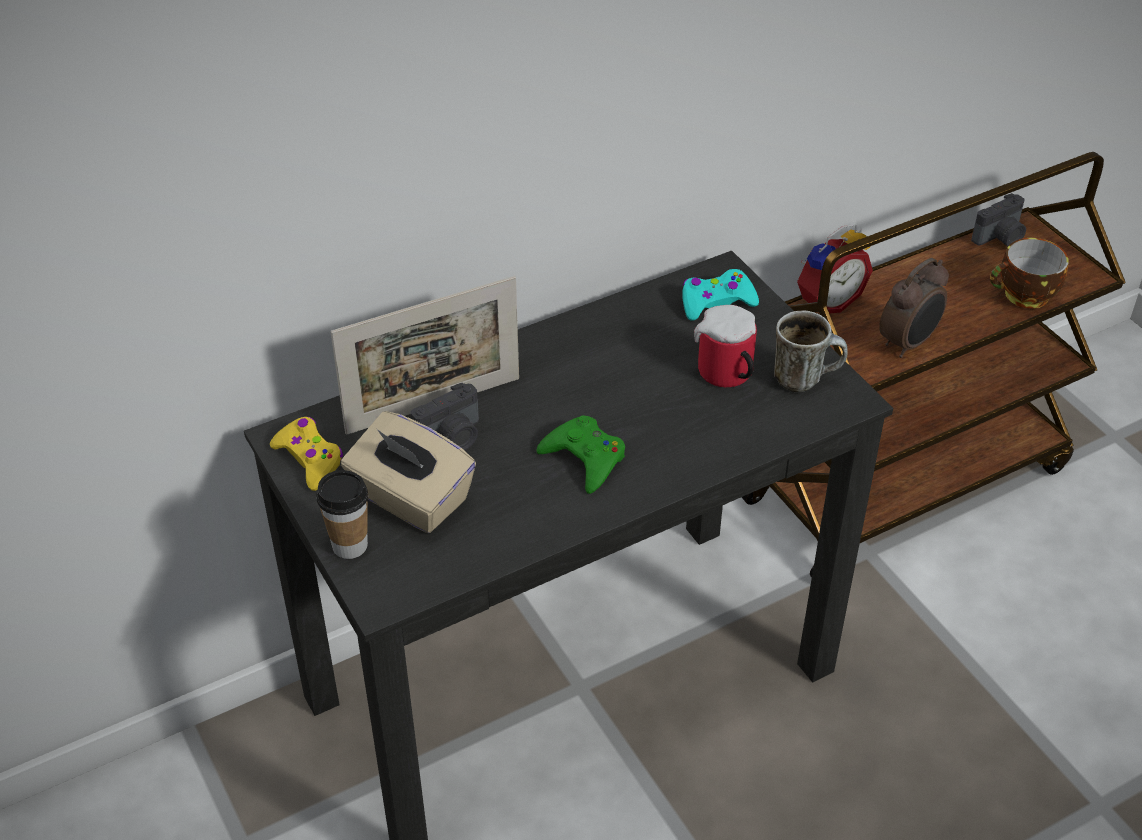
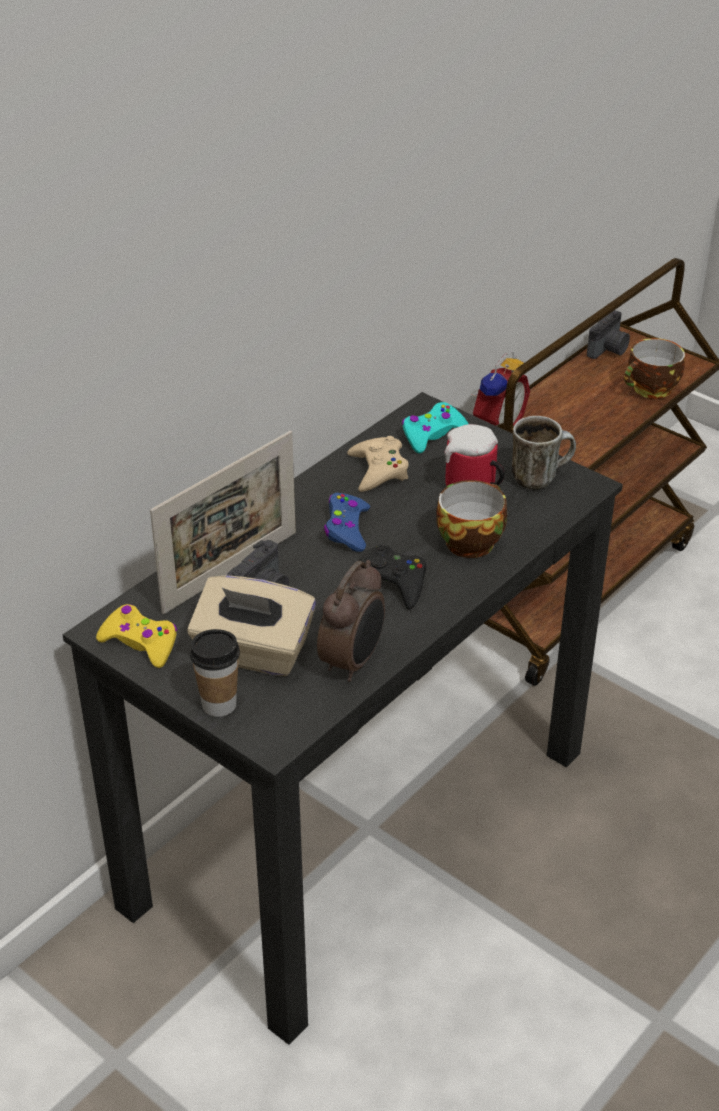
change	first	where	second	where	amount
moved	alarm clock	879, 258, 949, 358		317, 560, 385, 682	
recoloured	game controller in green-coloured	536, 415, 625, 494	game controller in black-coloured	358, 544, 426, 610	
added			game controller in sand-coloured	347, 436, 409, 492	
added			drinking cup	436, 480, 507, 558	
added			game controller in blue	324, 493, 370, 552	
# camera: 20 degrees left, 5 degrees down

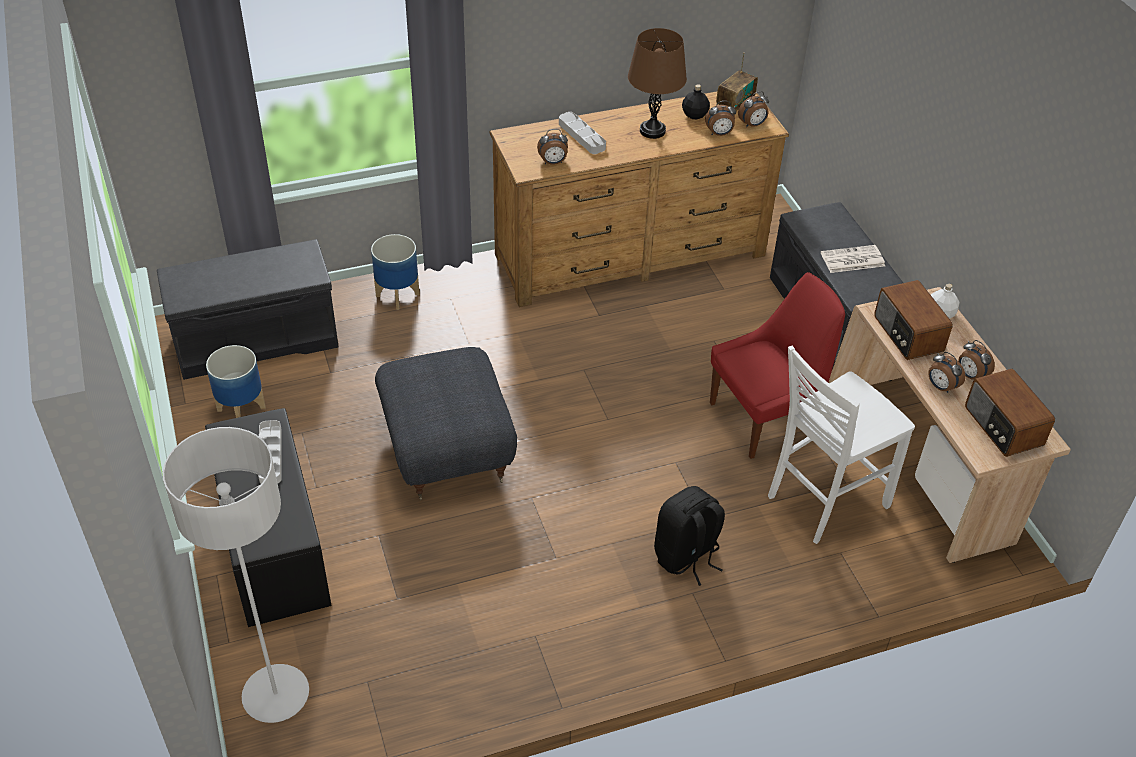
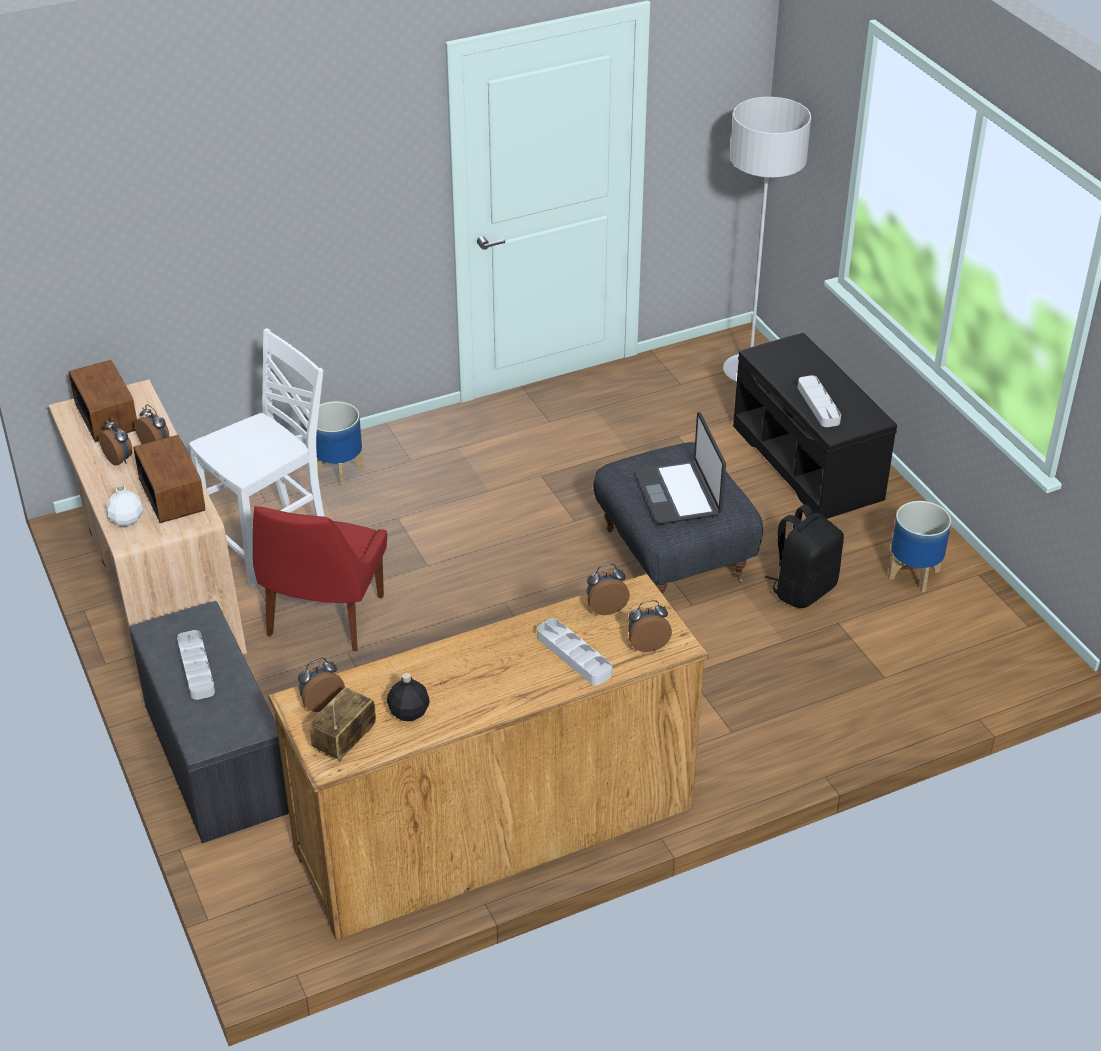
change	first	where	second	where	amount
removed	tabletop lamp in brownish	628, 28, 687, 139			
moved	alarm clock	705, 101, 736, 136		628, 600, 672, 652	
moved	flower pot	371, 234, 420, 310		316, 401, 364, 487	
removed	bench in gray	157, 239, 339, 380			
replaced	daily paper	821, 245, 885, 273	carrying tray in gray	177, 630, 215, 700	
turned	plain chair in red	710, 272, 845, 459		253, 506, 387, 651	45 degrees counterclockwise
moved	knapsack in black-coloured	654, 486, 725, 586		765, 504, 844, 608	
added			notebook computer	635, 412, 726, 524	
# camera: 175 degrees right, 5 degrees down

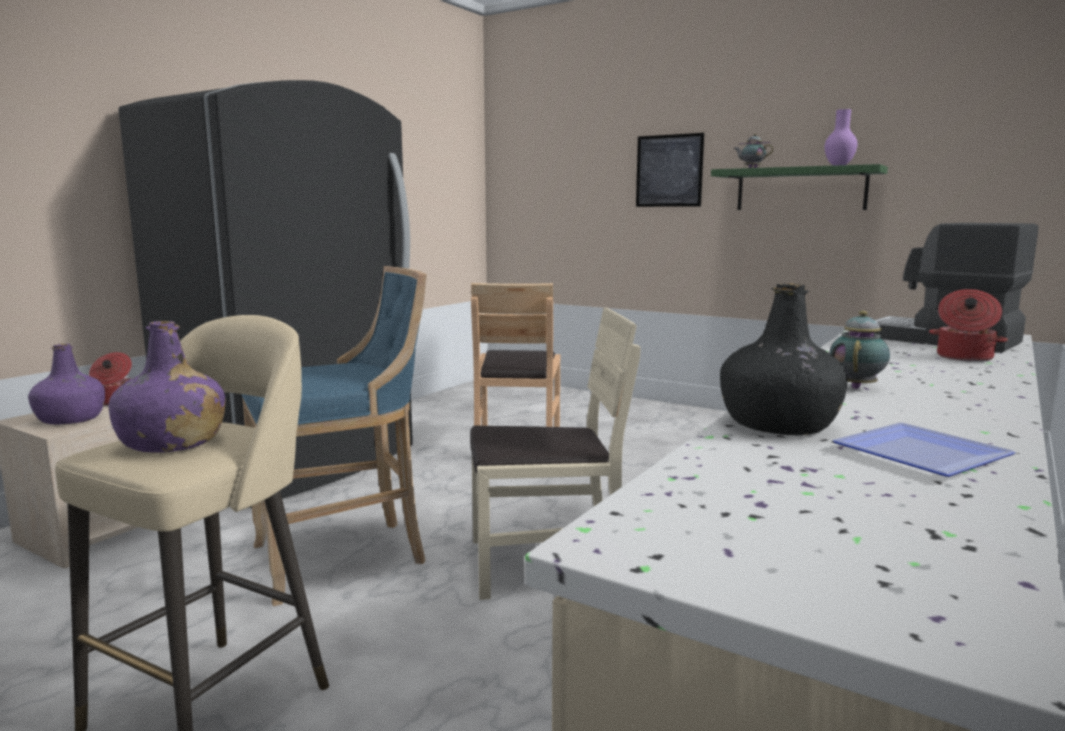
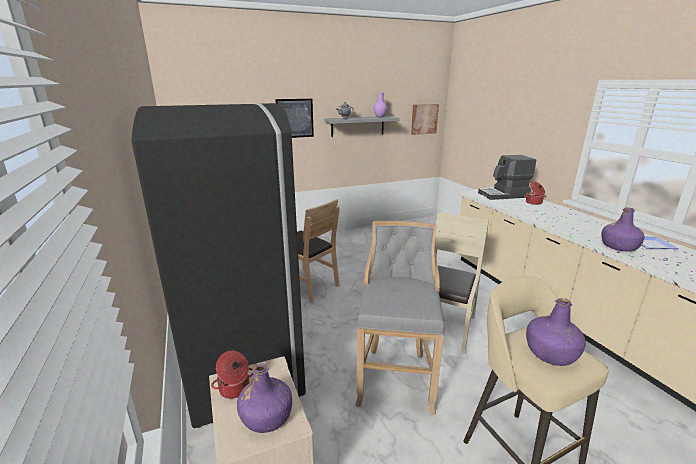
change	first	where	second	where	amount
recoloured	wall shelf in green-coloured	711, 164, 888, 210	wall shelf in gray	325, 116, 399, 137	
recoloured	stool in blue	242, 266, 427, 606	stool in gray	355, 221, 444, 415	
recoloured	beverage bottle in black-coloured	720, 283, 848, 435	beverage bottle in purple-coloured	602, 207, 644, 252	
removed	pot for tea	830, 311, 890, 389			
added			wall picture	411, 104, 439, 135	
# camera: 55 degrees left, 10 degrees up

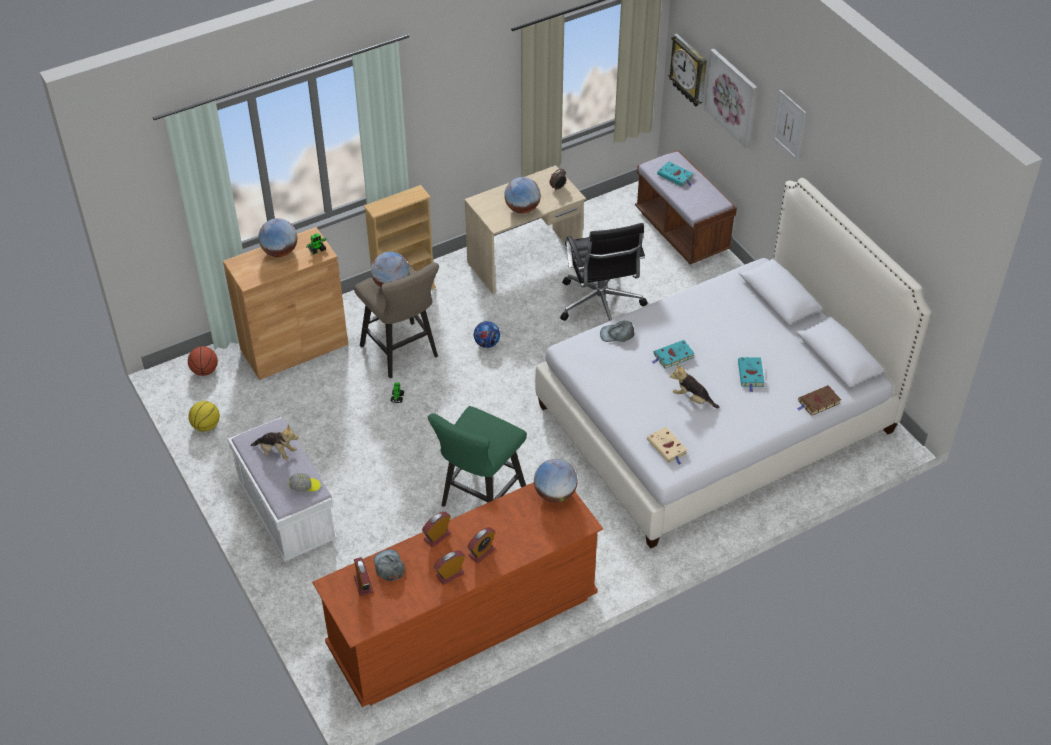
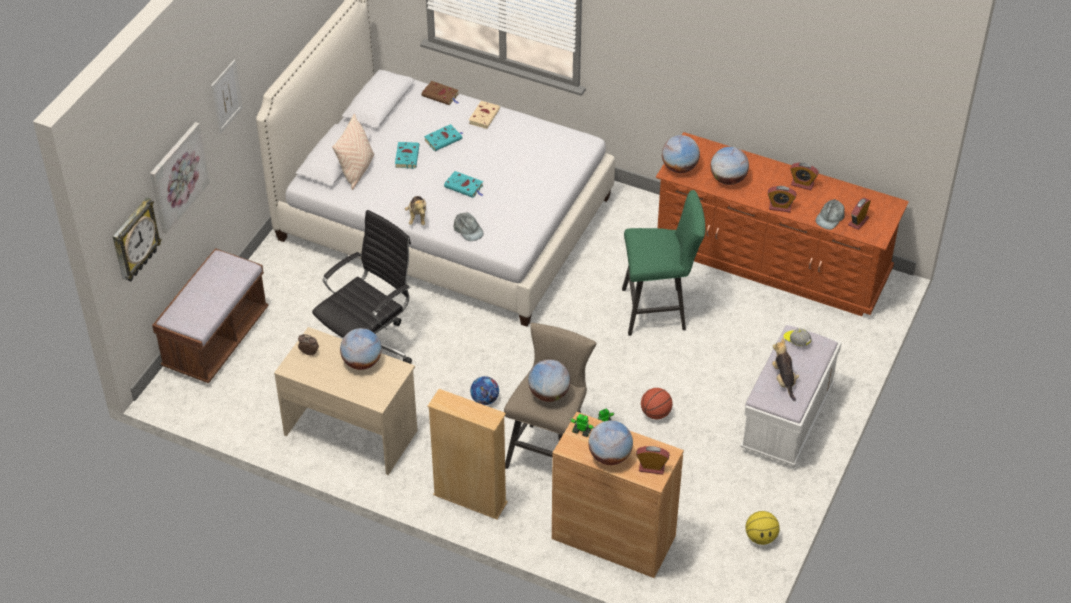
change	first	where	second	where	amount
moved	volume in turquoise	657, 161, 693, 187		395, 142, 419, 169	
moved	basketball	188, 346, 218, 376		641, 388, 673, 419	
moved	soft toy	670, 364, 719, 408		405, 196, 426, 225	
moved	volume in sand-coloured	647, 427, 687, 465		469, 101, 500, 129	
moved	alarm clock	467, 527, 495, 563		636, 446, 670, 475	
added			throw pillow in sand-coloured	332, 114, 374, 190	
added			desk globe	711, 147, 749, 185	
# camera: 125 degrees left, 0 degrees up

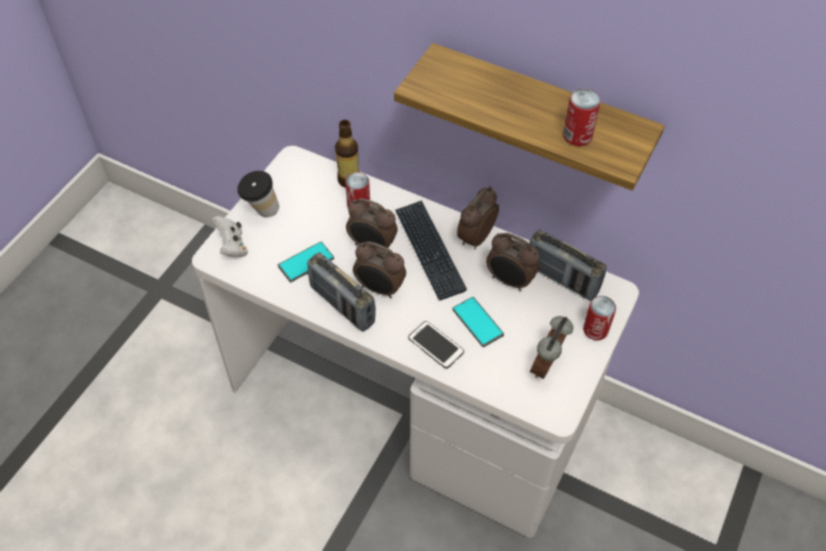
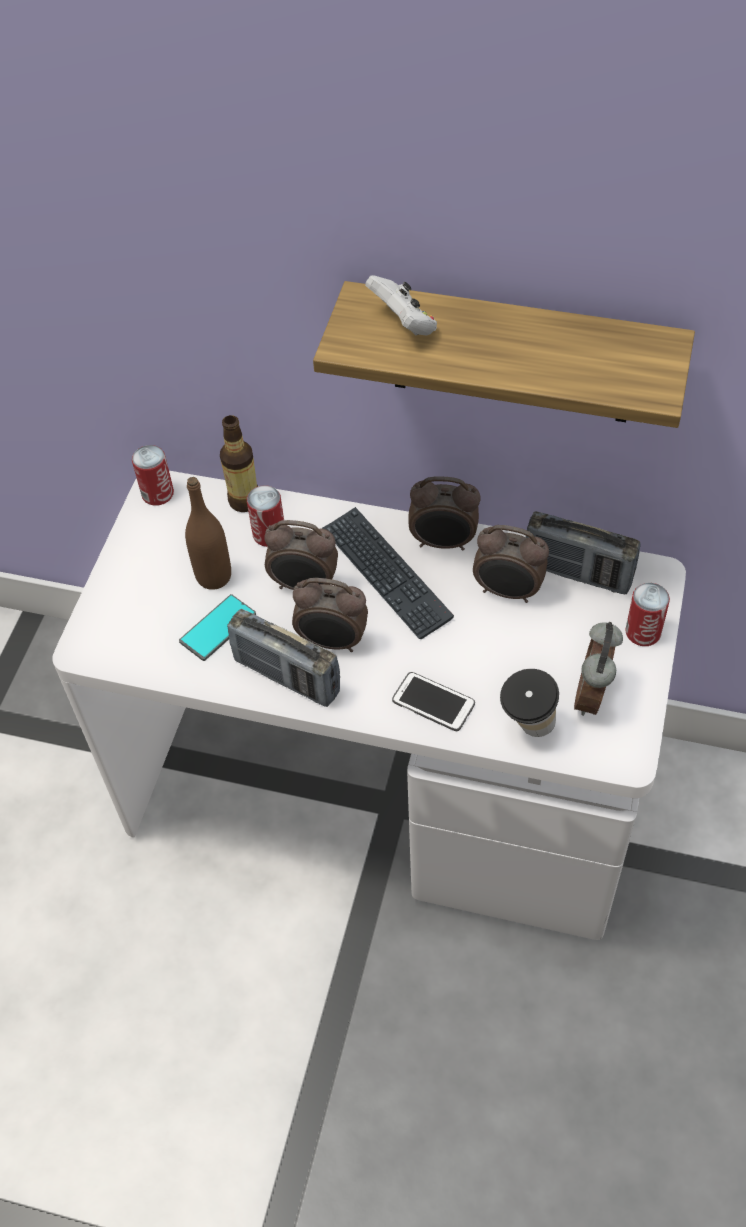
change	first	where	second	where	amount
moved	metal can	563, 89, 601, 146		132, 445, 174, 506	
moved	drinking cup	237, 171, 279, 218		500, 669, 559, 737	
turned	alarm clock	457, 186, 499, 250		409, 476, 481, 551	105 degrees counterclockwise
moved	game controller in whitish	212, 216, 248, 257		365, 275, 437, 336	
removed	handset	452, 297, 504, 347			
added			beverage bottle in brownish	185, 477, 231, 590	
# camera: 10 degrees left, 0 degrees up

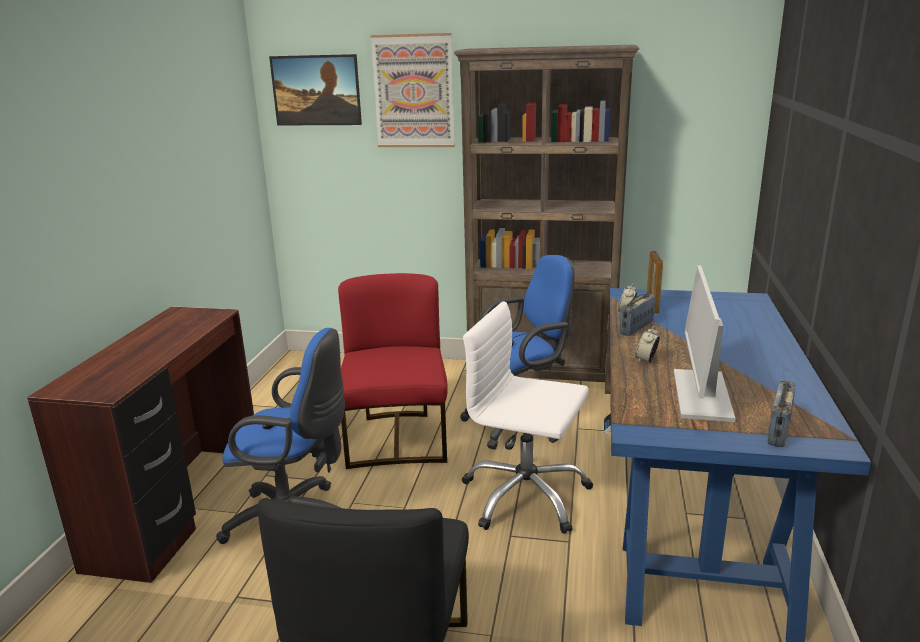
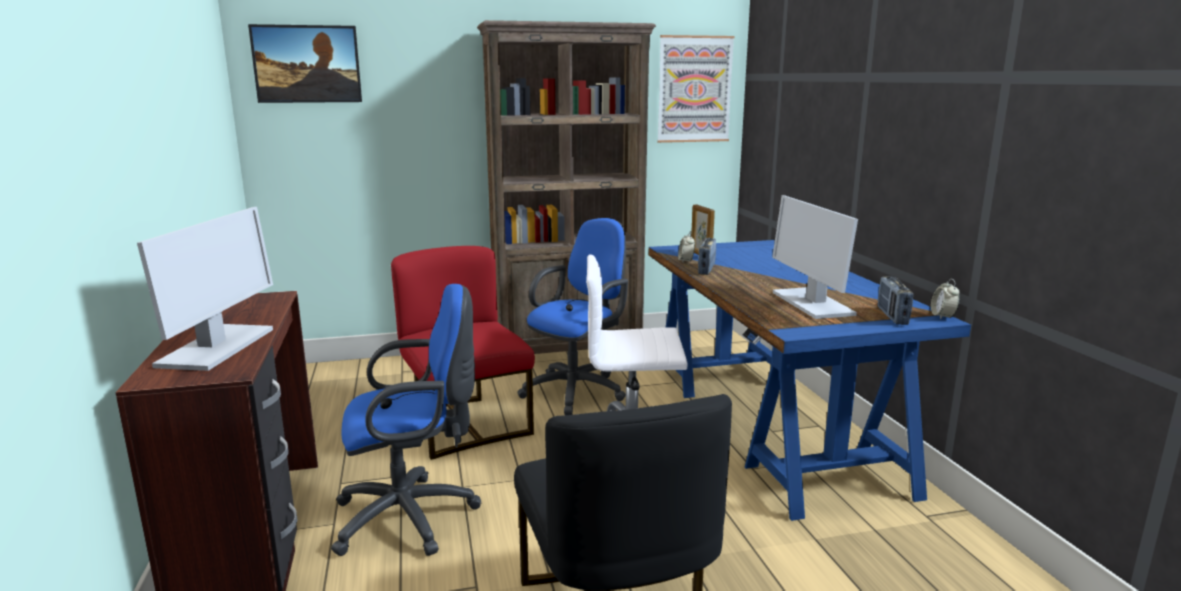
change	first	where	second	where	amount
moved	wall picture	370, 33, 455, 147		657, 35, 734, 143	
moved	alarm clock	635, 326, 660, 363		931, 279, 960, 319	
added			computer screen	137, 207, 273, 371	
# camera: 25 degrees left, 5 degrees down

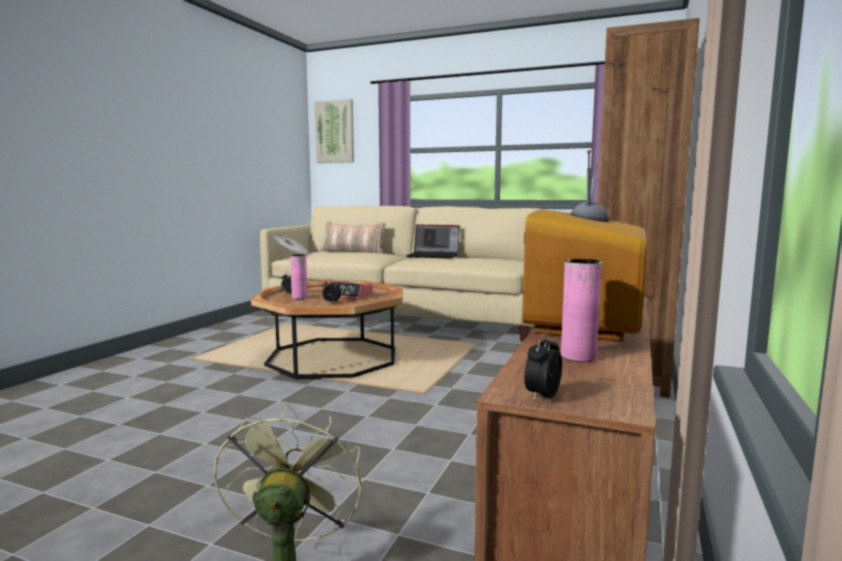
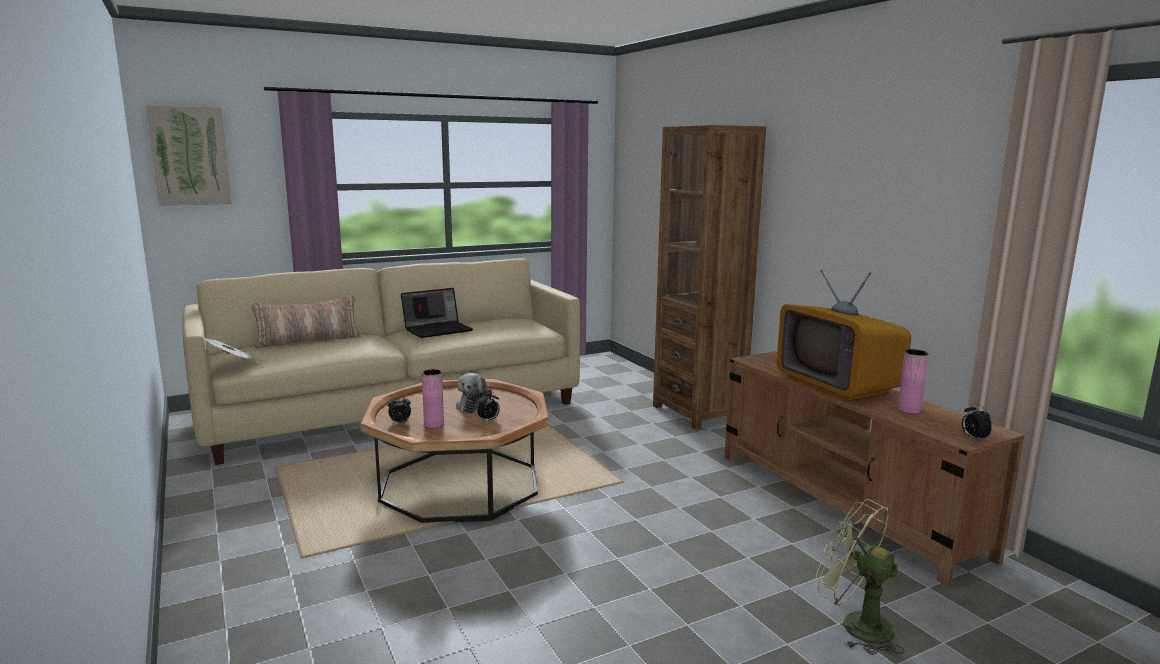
change	first	where	second	where	amount
replaced	alarm clock	330, 281, 373, 300	soft toy	456, 373, 492, 413	
# camera: 50 degrees left, 5 degrees up

